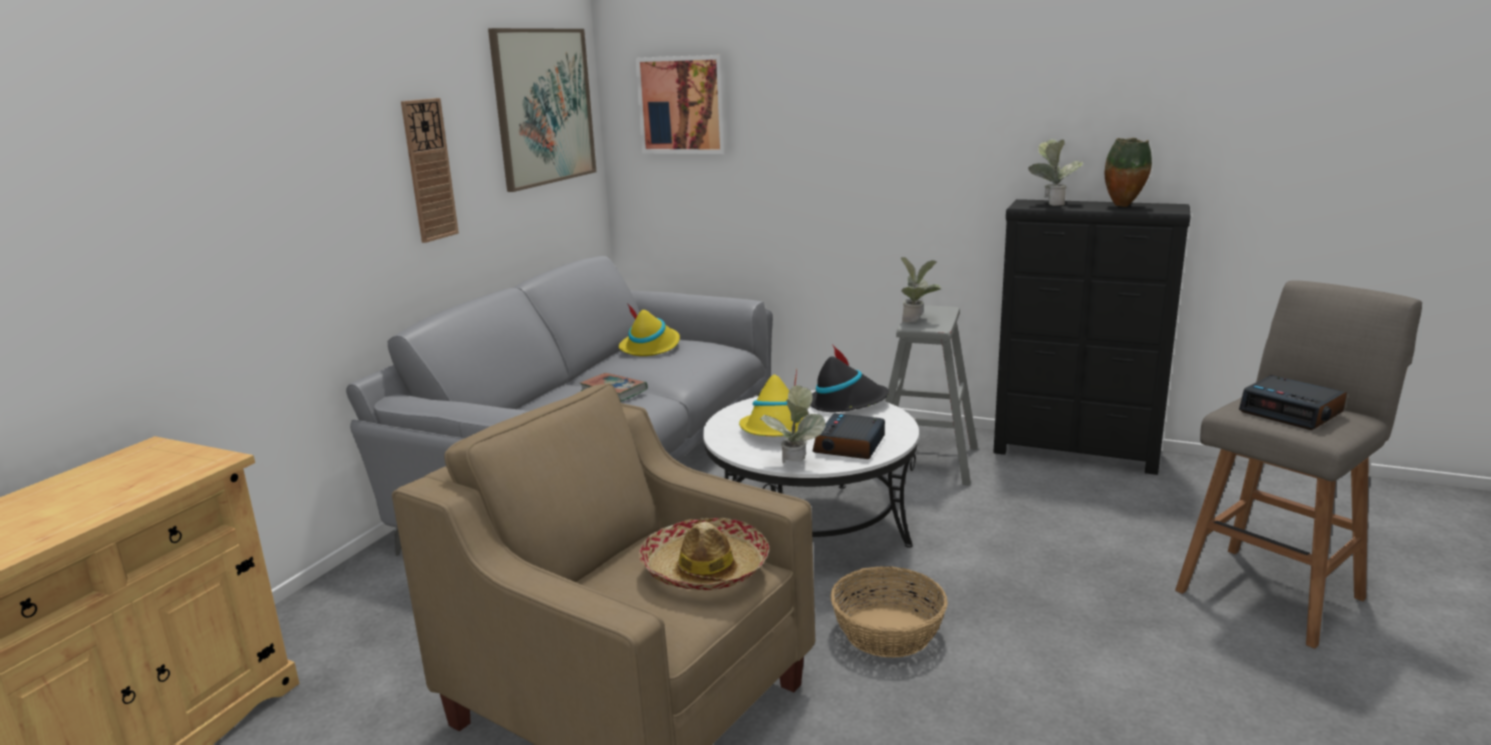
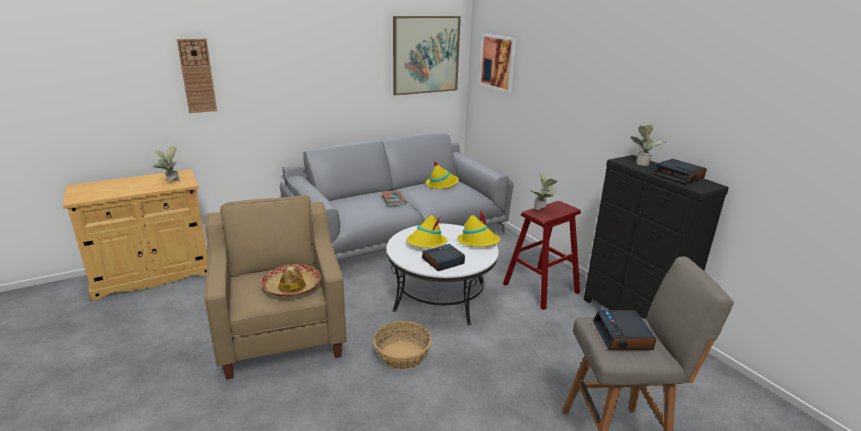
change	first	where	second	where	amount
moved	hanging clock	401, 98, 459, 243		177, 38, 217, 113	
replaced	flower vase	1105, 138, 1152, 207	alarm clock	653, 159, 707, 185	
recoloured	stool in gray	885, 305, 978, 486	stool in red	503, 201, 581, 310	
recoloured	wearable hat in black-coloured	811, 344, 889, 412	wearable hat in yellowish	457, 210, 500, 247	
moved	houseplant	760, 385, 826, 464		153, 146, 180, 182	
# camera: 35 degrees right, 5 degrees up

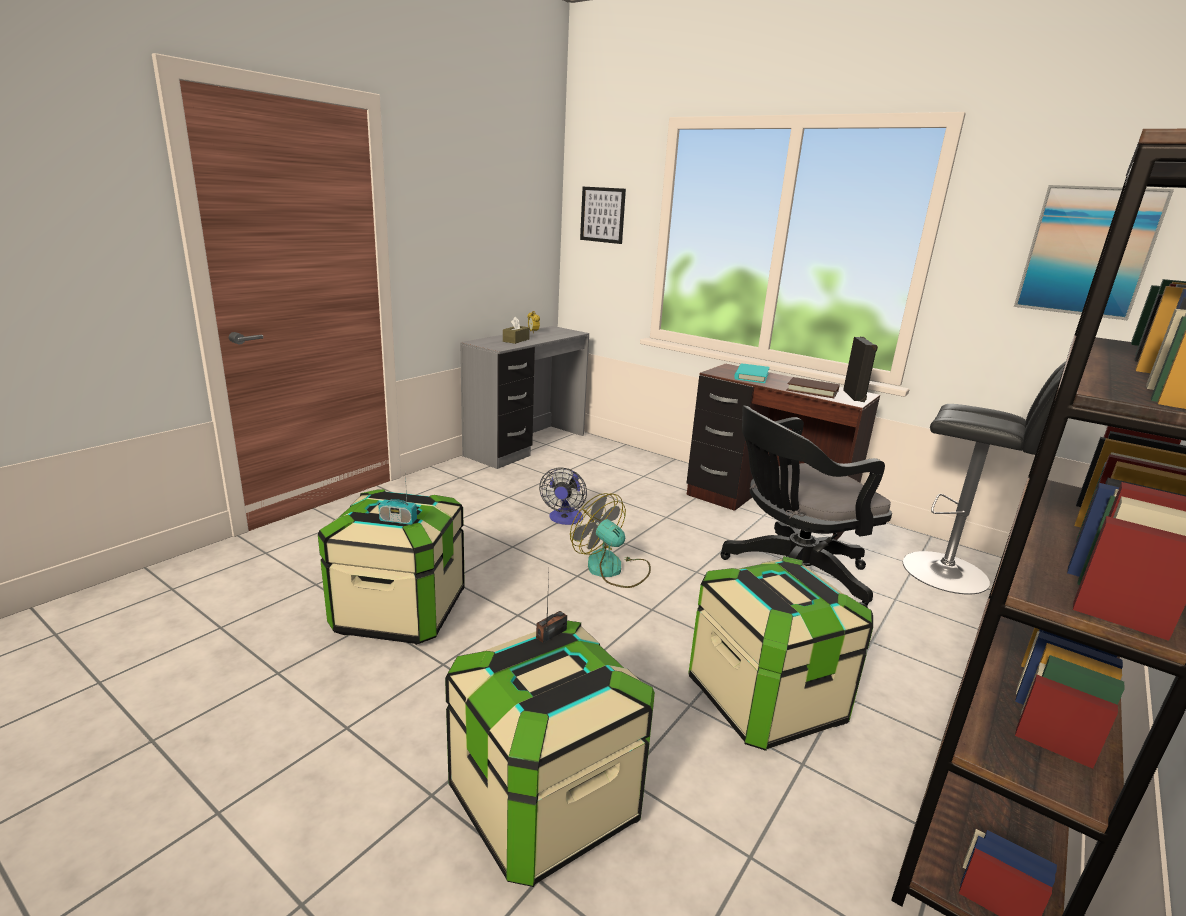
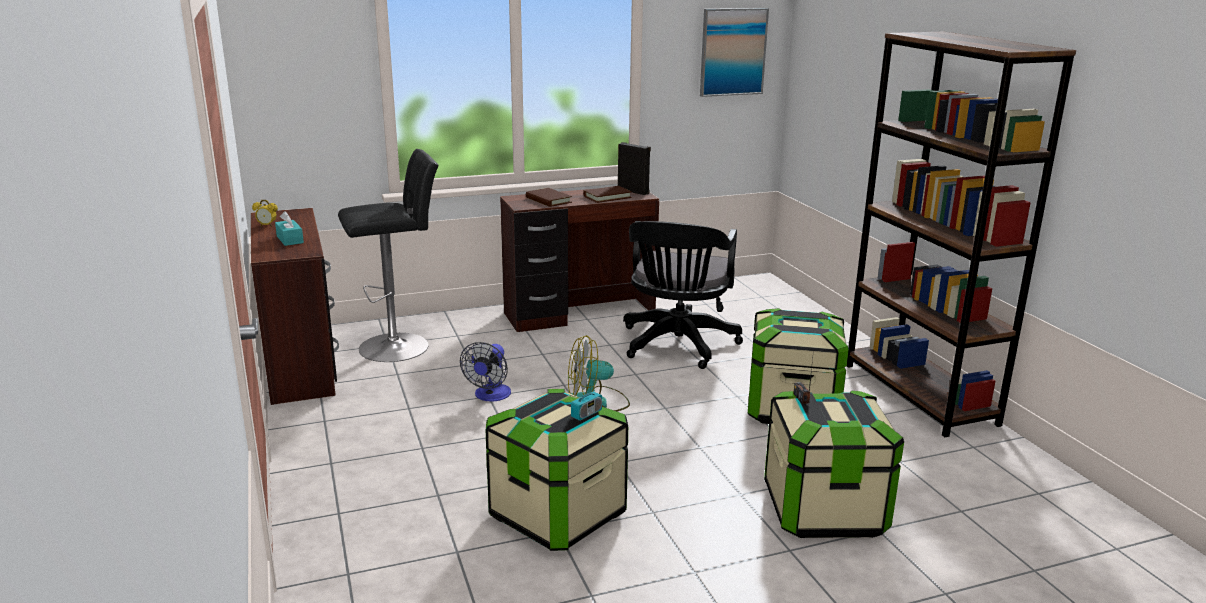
change	first	where	second	where	amount
removed	wall picture	580, 187, 626, 244			
recoloured	tissue box in brownish	503, 316, 530, 344	tissue box in turquoise	275, 211, 304, 246	
recoloured	desk in gray	460, 326, 589, 469	desk in brownish	251, 208, 339, 405	
moved	stool in black-coloured	903, 361, 1066, 595		338, 149, 439, 362	
recoloured	volume in turquoise	734, 364, 770, 383	volume in brownish	526, 188, 572, 207	
turned	electric fan	539, 468, 587, 525		460, 342, 511, 402	60 degrees clockwise
# camera: 55 degrees left, 0 degrees up

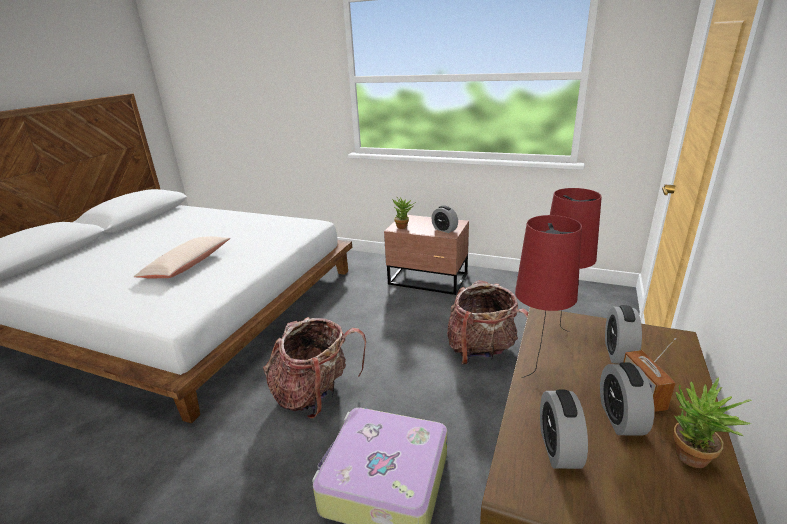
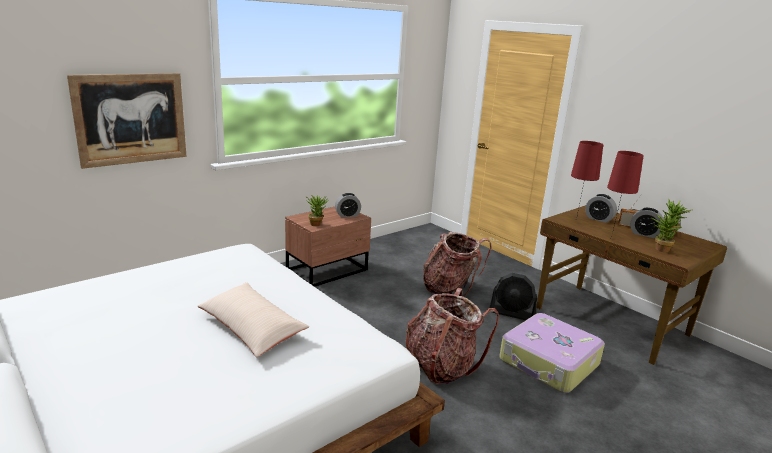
change	first	where	second	where	amount
replaced	alarm clock	540, 390, 588, 469	houseplant	651, 213, 682, 252	
added			wall picture	67, 73, 187, 169	
added			electric fan in black-coloured	490, 273, 537, 320	
# camera: 65 degrees left, 5 degrees down

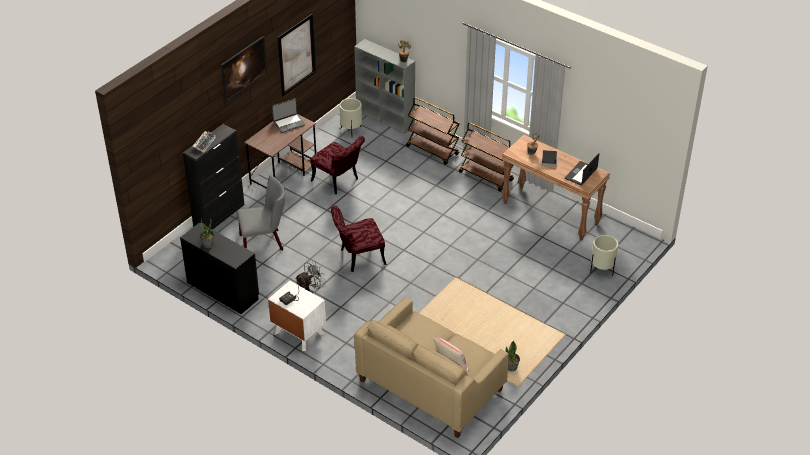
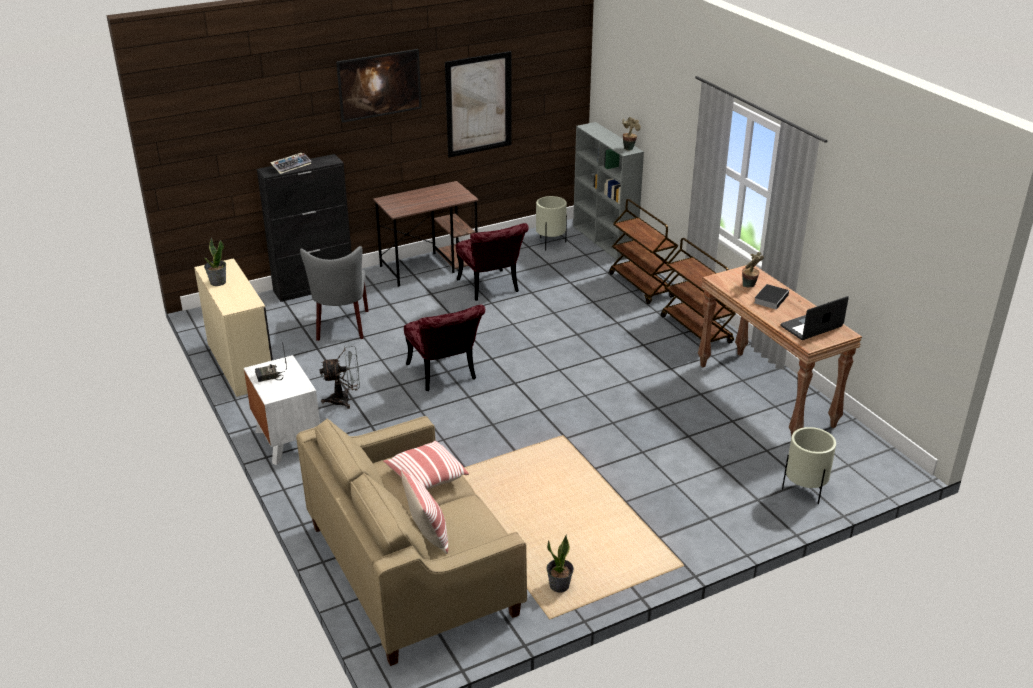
change	first	where	second	where	amount
removed	notebook computer	272, 98, 305, 133			
turned	plain chair in gray	237, 174, 285, 251		300, 246, 369, 341	75 degrees clockwise
turned	plain chair in red	331, 206, 387, 272		404, 305, 485, 391	120 degrees counterclockwise
recoloured	desk in black-coloured	180, 222, 259, 314	desk in sand-coloured	194, 258, 273, 397	
added			throw pillow	383, 441, 469, 490	
# camera: 25 degrees right, 10 degrees down

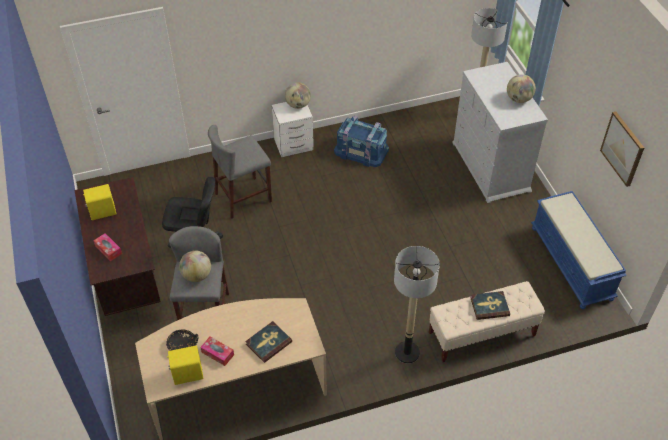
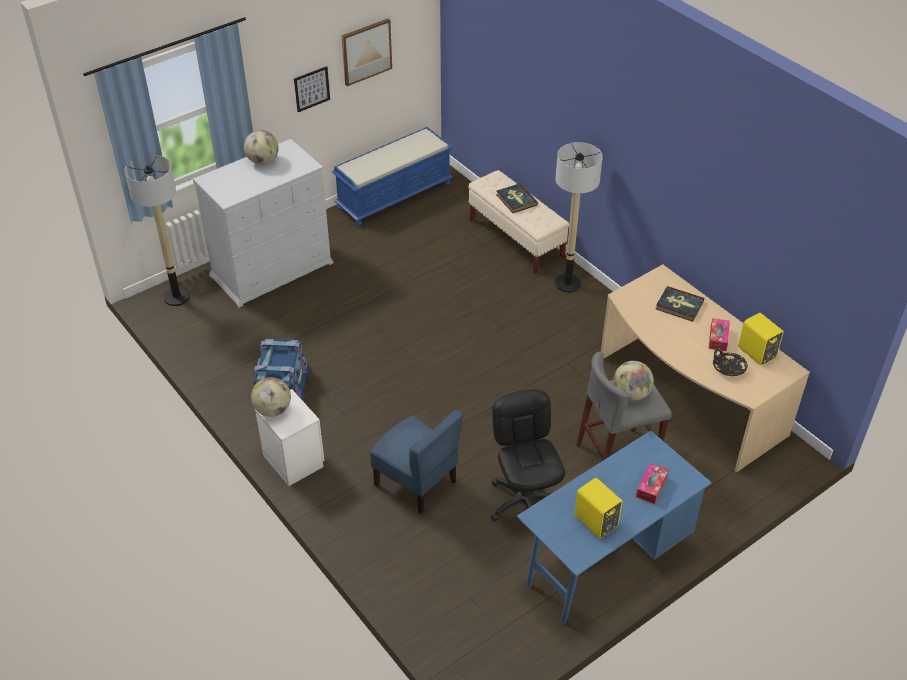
change	first	where	second	where	amount
replaced	stool in gray	208, 125, 272, 219	plain chair in blue	370, 409, 463, 514	
recoloured	desk in brownish	74, 177, 161, 316	desk in blue	517, 430, 712, 624	
added			wall picture	294, 66, 330, 112	
# camera: 110 degrees left, 5 degrees down

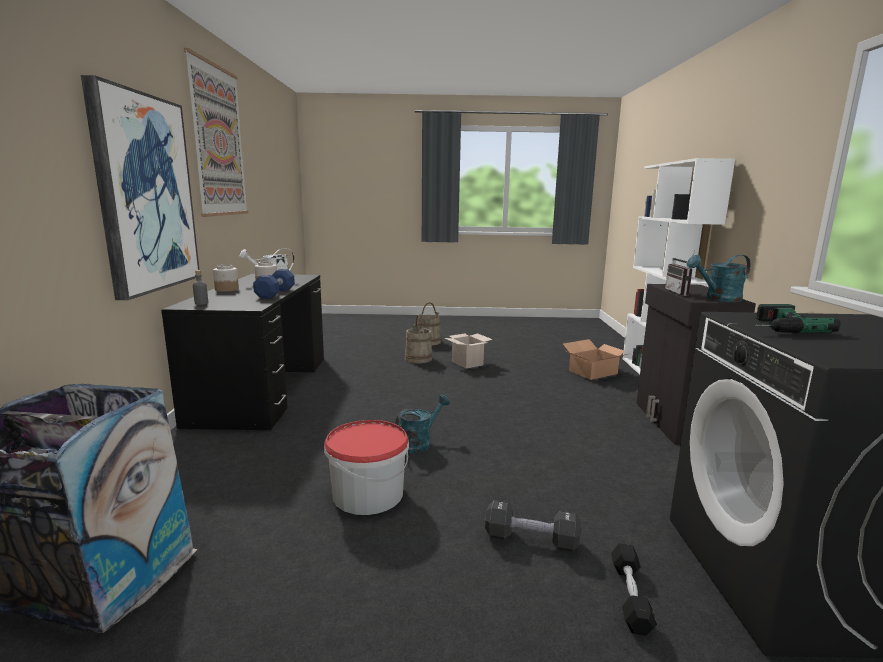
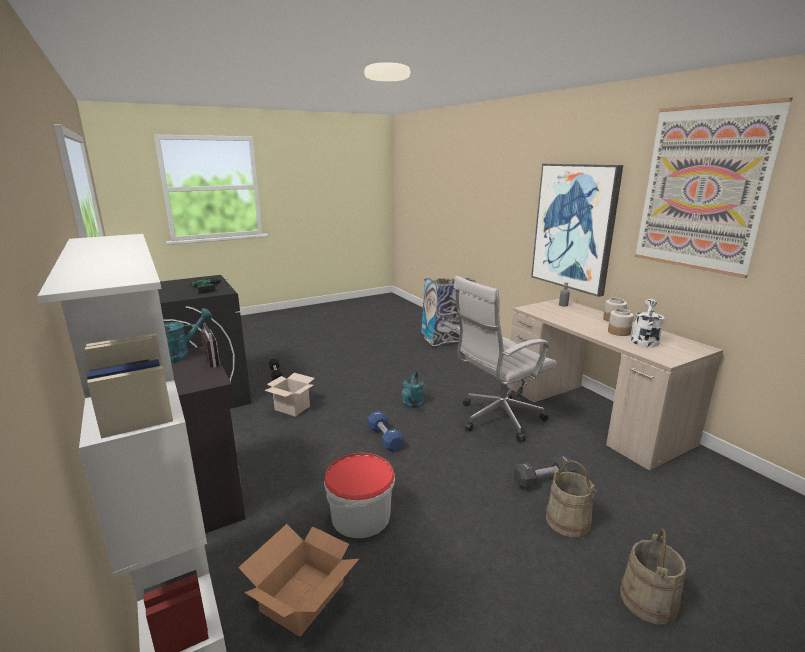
change	first	where	second	where	amount
moved	free weight in blue	253, 269, 295, 299		367, 410, 404, 452	
recoloured	desk in black-coloured	161, 274, 324, 430	desk in sand-coloured	507, 299, 723, 471	
moved	carton	445, 334, 493, 369		264, 373, 314, 417	
moved	water bucket	324, 420, 409, 515		324, 453, 395, 538	
moved	free weight in black-coloured	485, 500, 581, 552		514, 455, 576, 489	
added			office chair in whitish	453, 276, 557, 443	
# camera: 150 degrees right, 5 degrees up

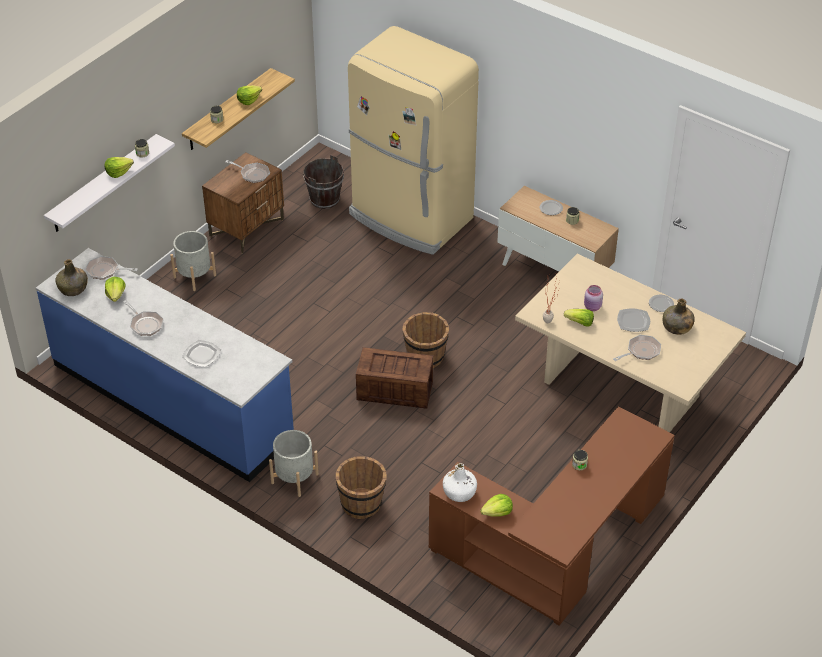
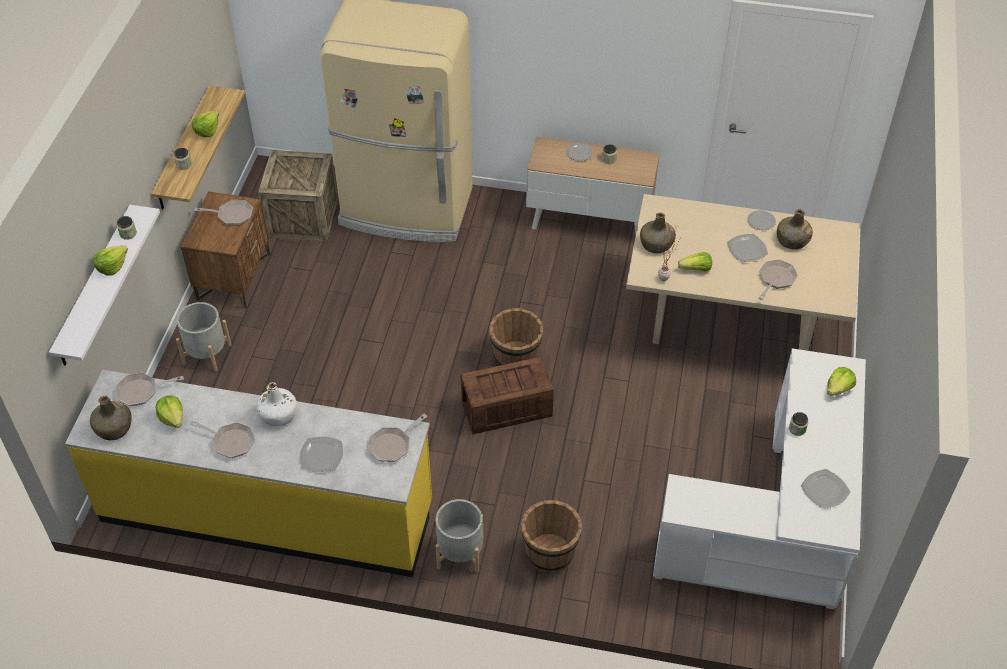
change	first	where	second	where	amount
replaced	water bucket in brownish	303, 155, 344, 209	shipping crate	258, 150, 338, 241	
recoloured	kitchen counter in blue	36, 248, 294, 482	kitchen counter in yellowish	65, 370, 432, 577	
removed	jar in pinkish	584, 285, 603, 311			
recoloured	desk in brownish	429, 406, 675, 626	desk in whitish	653, 348, 866, 609	
moved	beverage bottle in whitish	443, 463, 477, 502		256, 382, 297, 426	
moved	head of lettuce	480, 494, 513, 517		827, 367, 856, 396	
added			beverage bottle in green-coloured	640, 212, 676, 253	
added			pan	368, 414, 427, 462	
added			dinner plate	801, 469, 850, 510	
# camera: 25 degrees left, 5 degrees up

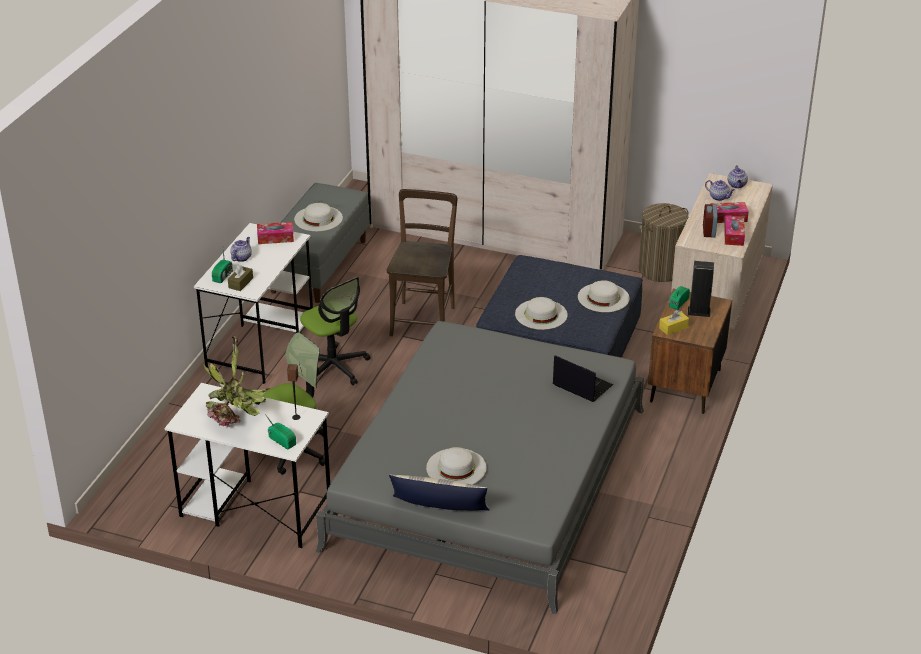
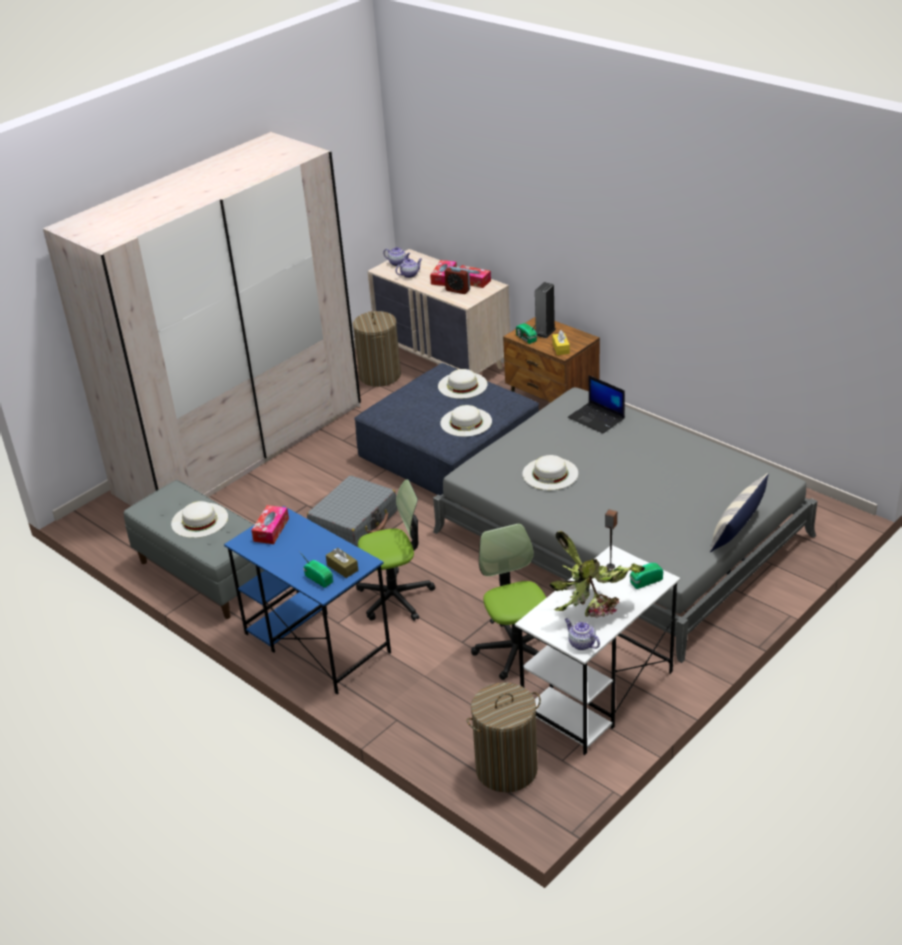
change	first	where	second	where	amount
replaced	plain chair in brownish	387, 189, 457, 336	suitcase in gray	307, 475, 397, 547	
recoloured	desk in whitish	194, 223, 313, 384	desk in blue	224, 506, 391, 695	
moved	pot for tea	230, 237, 252, 262		565, 618, 600, 650	
turned	notebook computer	553, 355, 613, 402		568, 375, 625, 434	105 degrees counterclockwise
moved	wearable hat in whitish	426, 447, 487, 485		522, 455, 578, 490	
added			washing basket	466, 682, 541, 793	
# camera: 65 degrees left, 0 degrees up

